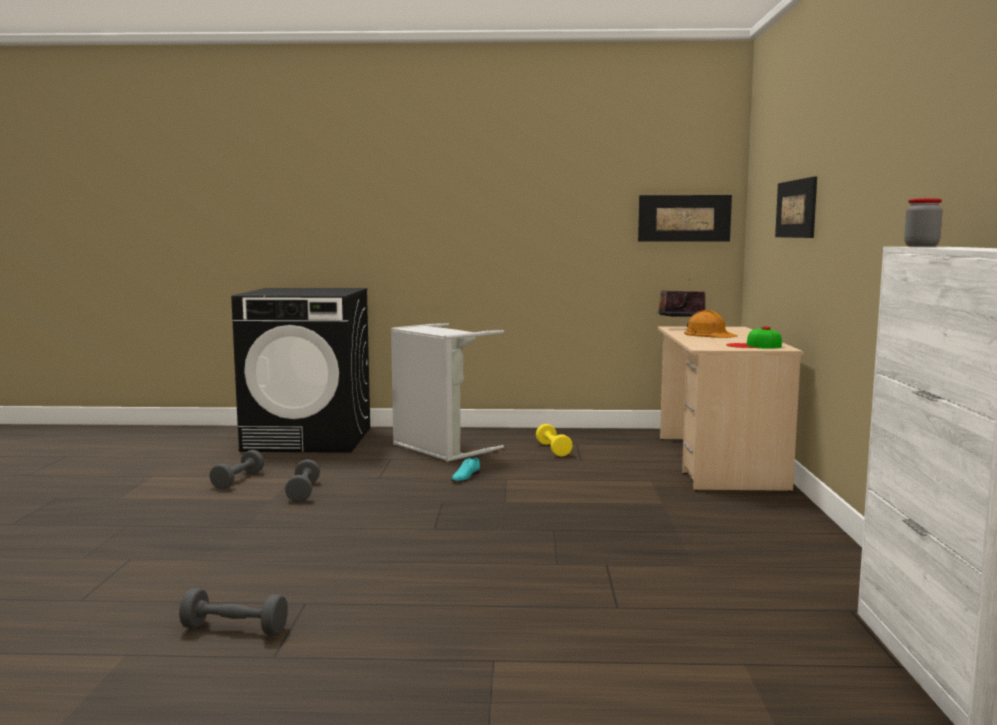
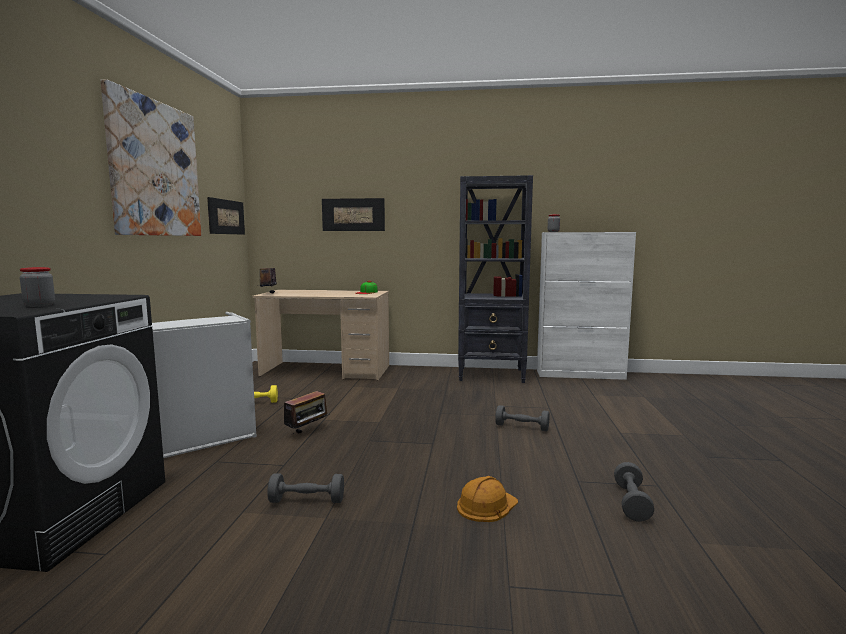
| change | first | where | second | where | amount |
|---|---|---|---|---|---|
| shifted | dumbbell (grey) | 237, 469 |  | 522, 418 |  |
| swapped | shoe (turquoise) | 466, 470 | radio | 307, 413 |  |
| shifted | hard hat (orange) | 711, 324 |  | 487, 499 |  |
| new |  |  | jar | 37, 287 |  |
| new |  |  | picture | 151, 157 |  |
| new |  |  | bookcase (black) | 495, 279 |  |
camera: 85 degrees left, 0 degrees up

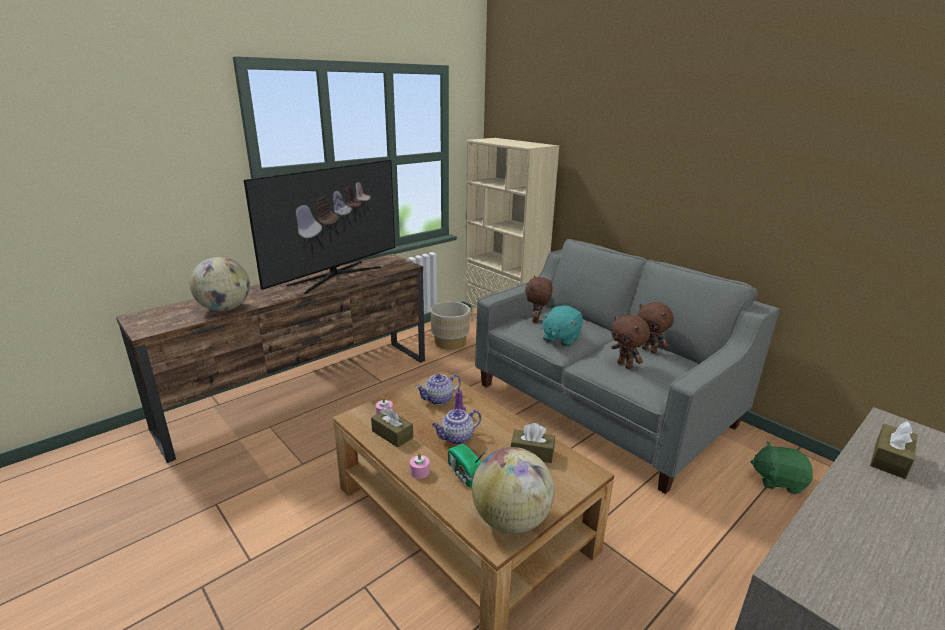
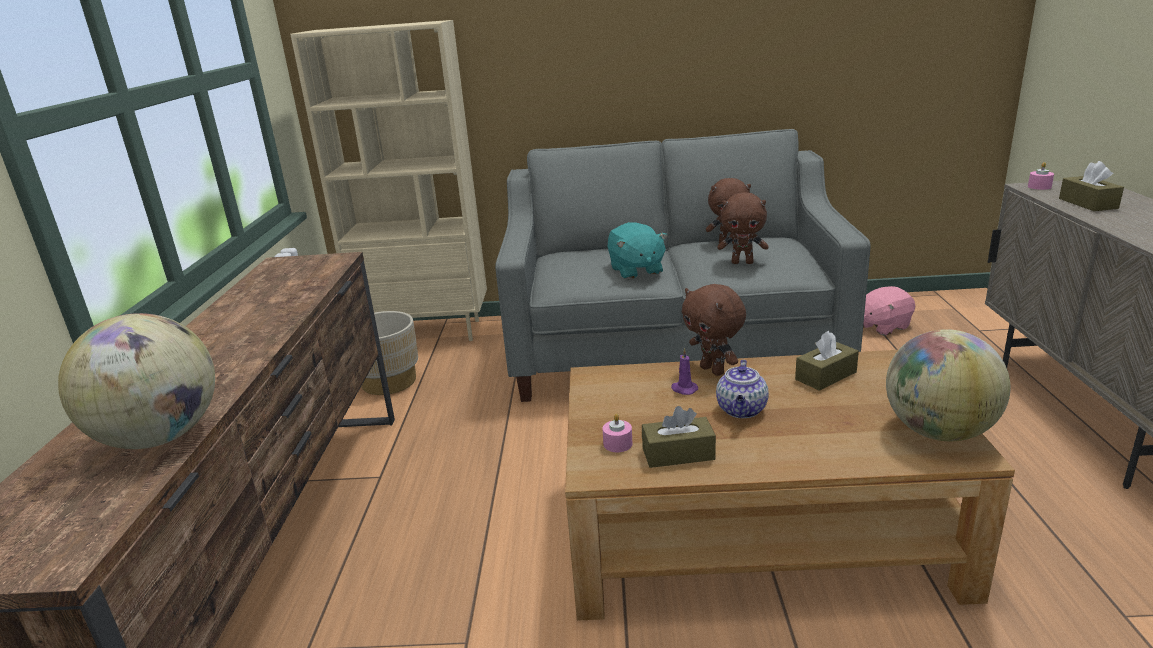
| change | first | where | second | where | amount |
|---|---|---|---|---|---|
| gone | television | 319, 227 |  |  |  |
| shifted | candle (pink) | 420, 466 |  | 1041, 176 |  |
| gone | teapot | 438, 389 |  |  |  |
| gone | radio | 467, 466 |  |  |  |
| shifted | plush toy (brown) | 539, 299 |  | 714, 330 |  |
| repainted | plush toy (green) | 781, 467 | plush toy (pink) | 889, 310 |  |
camera: 45 degrees left, 0 degrees up

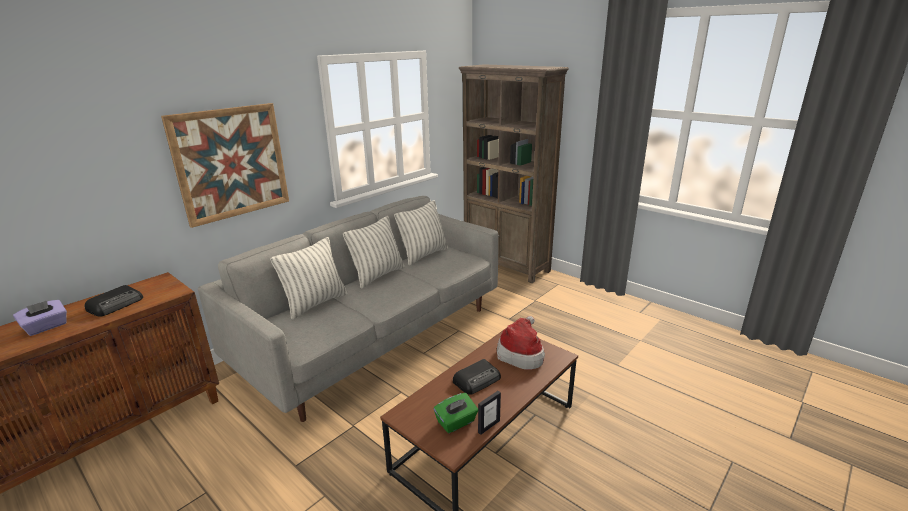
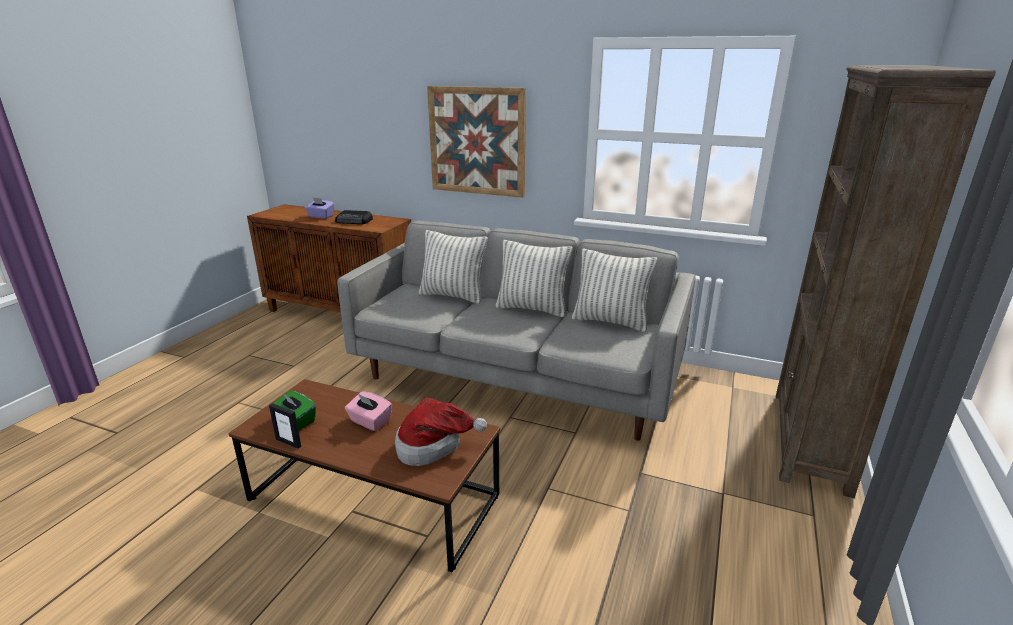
| change | first | where | second | where | amount |
|---|---|---|---|---|---|
| swapped | radio | 477, 377 | tissue box (pink) | 368, 411 |  |
camera: 70 degrees right, 0 degrees up

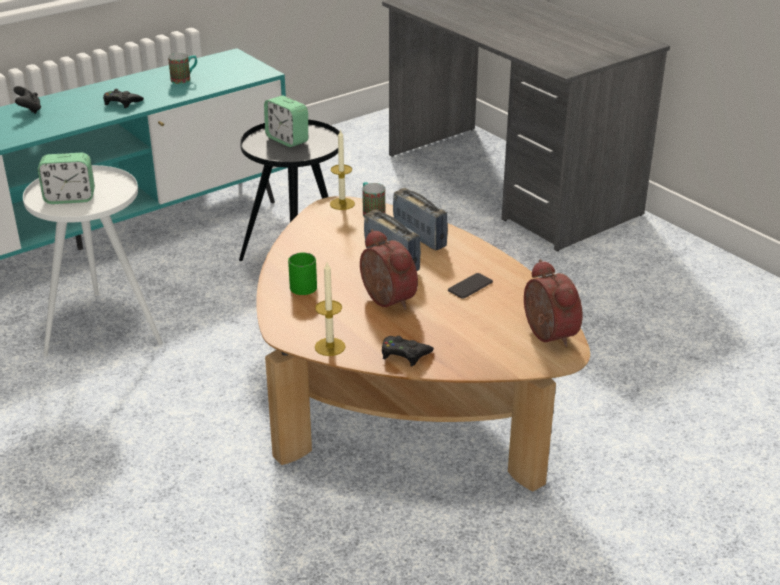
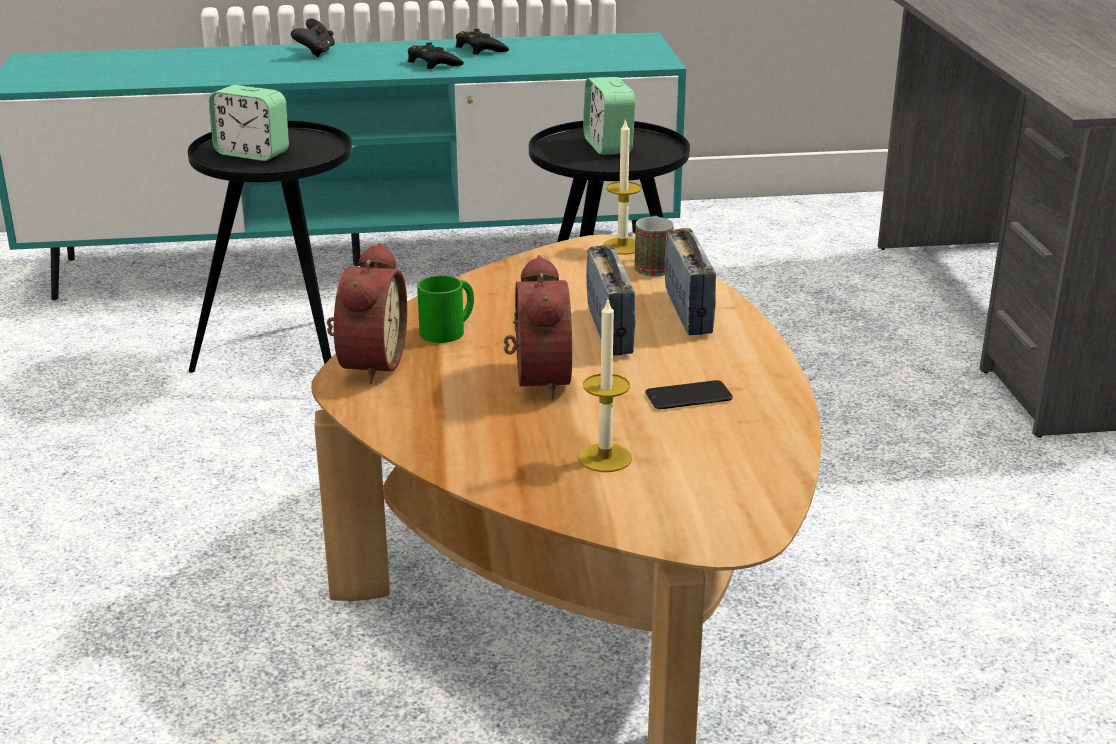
| change | first | where | second | where | amount |
|---|---|---|---|---|---|
| repainted | side table (white) | 93, 260 | side table (black) | 270, 246 |  |
| gone | mug | 182, 68 |  |  |  |
| shifted | candle | 330, 309 |  | 605, 386 |  |
| shifted | game controller (black) | 408, 351 |  | 482, 42 |  |
| shifted | alarm clock | 553, 303 |  | 367, 313 |  |
camera: 30 degrees right, 5 degrees down

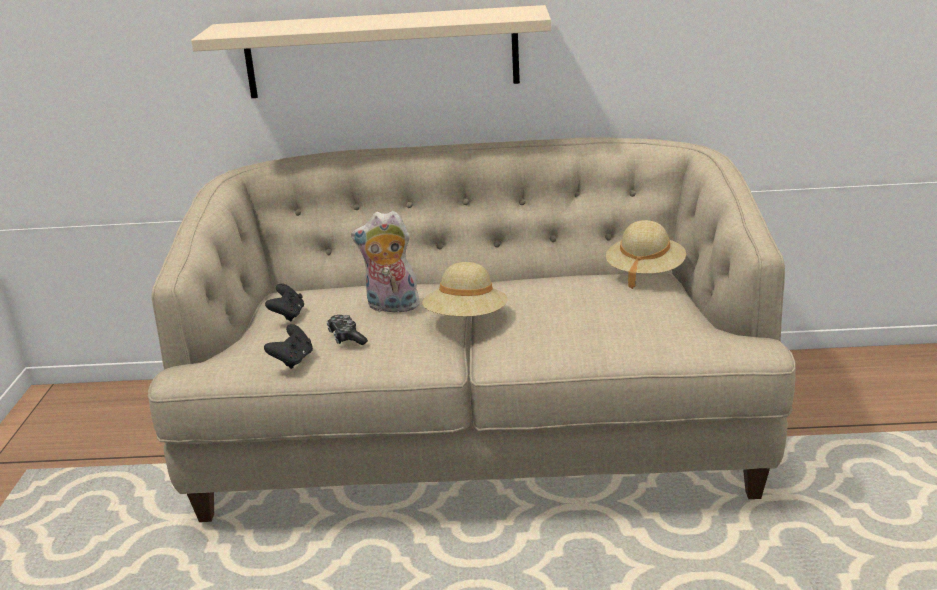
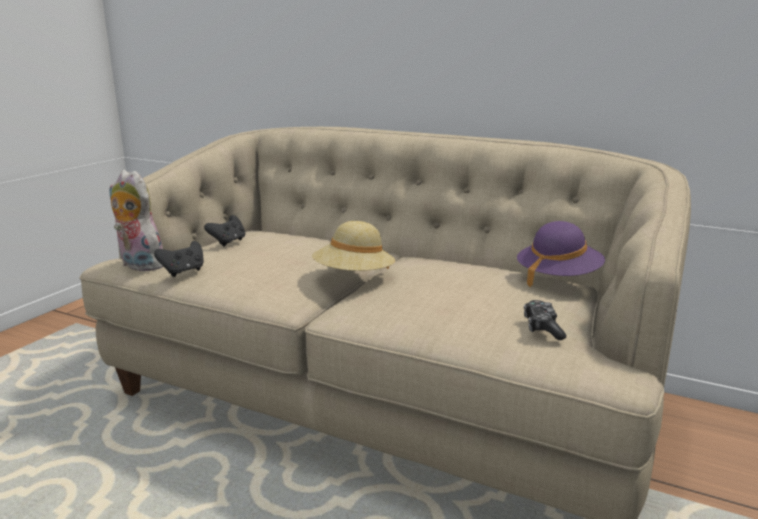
| change | first | where | second | where | amount |
|---|---|---|---|---|---|
| gone | shelf (beige) | 371, 51 |  |  |  |
| shifted | game controller | 347, 330 |  | 545, 320 |  |
| shifted | plush toy | 386, 263 |  | 137, 220 |  |
| repainted | hat (beige) | 646, 254 | hat (purple) | 561, 254 |  |
camera: 25 degrees right, 5 degrees down

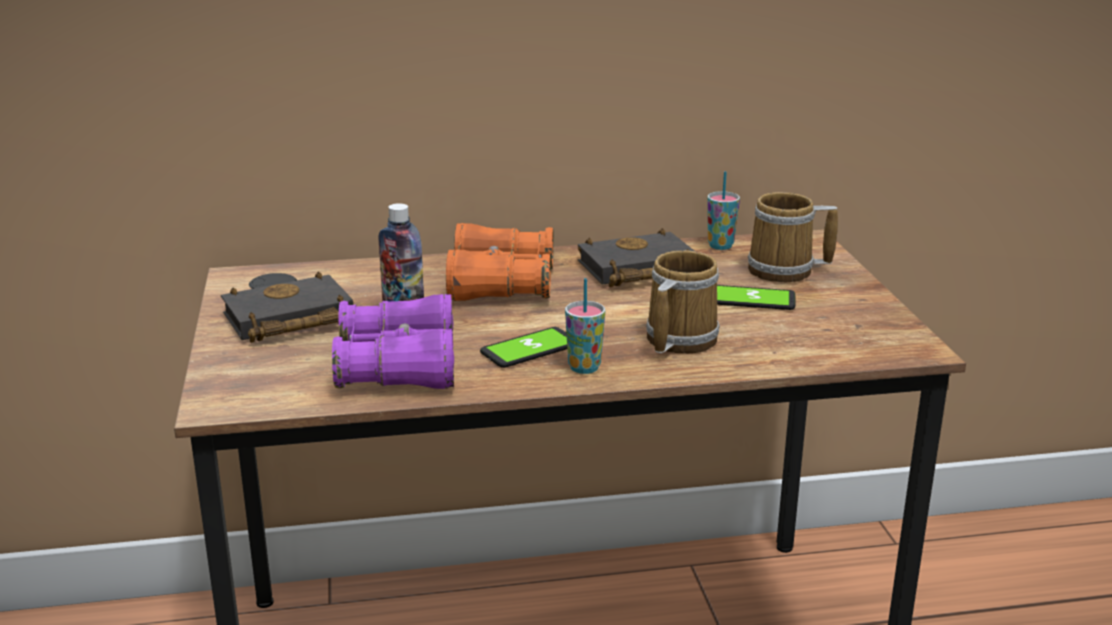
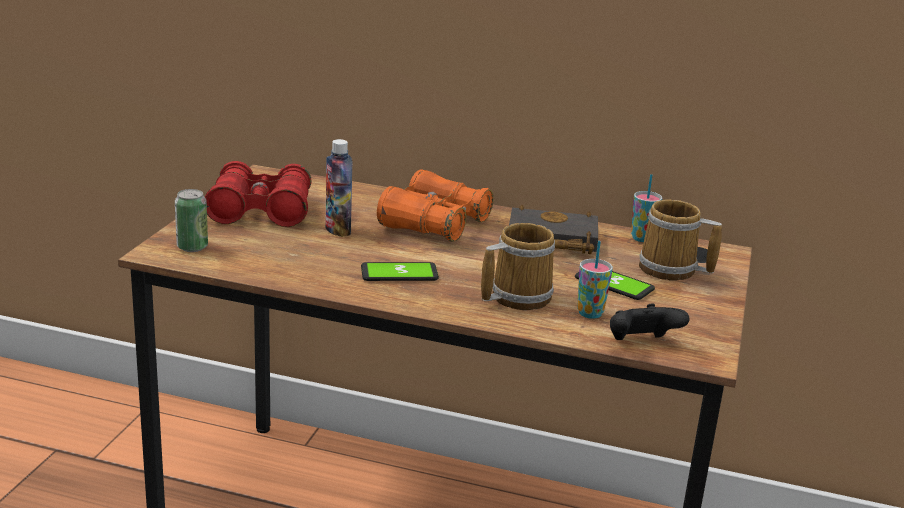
| change | first | where | second | where | amount |
|---|---|---|---|---|---|
| swapped | book (black) | 287, 307 | binoculars (red) | 258, 194 |  |
| gone | binoculars (purple) | 393, 341 |  |  |  |
| shifted | cup | 585, 326 |  | 595, 280 |  |
| new |  |  | can | 191, 220 |  |
| new |  |  | game controller (black) | 650, 322 |  |
camera: 25 degrees right, 0 degrees up

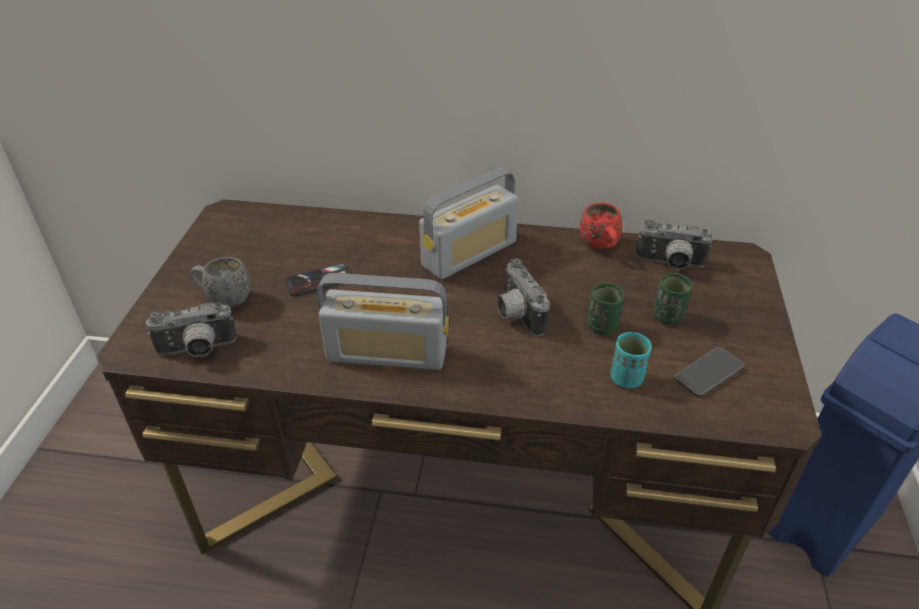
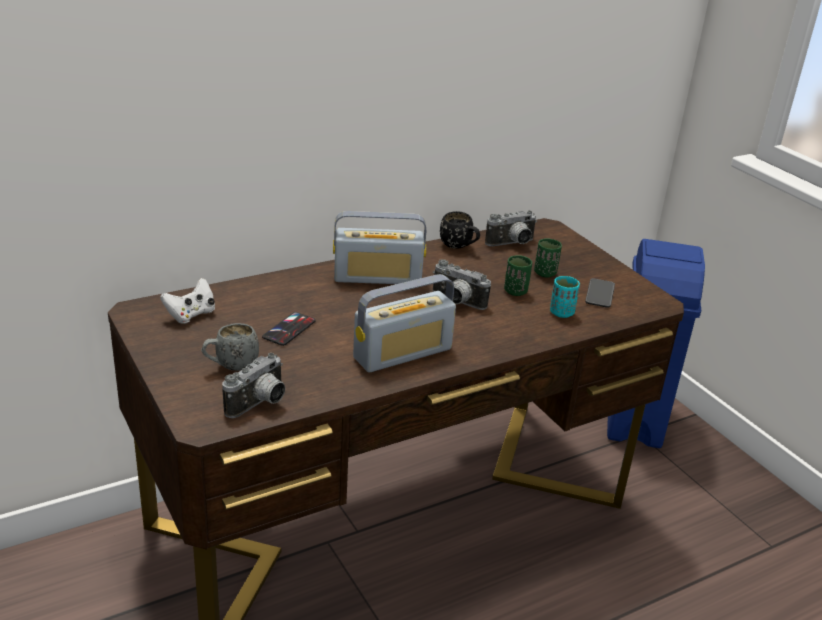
| change | first | where | second | where | amount |
|---|---|---|---|---|---|
| rotated | radio | 469, 223 |  | 379, 247 | 75 degrees clockwise |
| repainted | mug (red) | 601, 226 | mug (black) | 460, 230 |  |
| new |  |  | game controller (white) | 187, 301 |  |
camera: 40 degrees left, 10 degrees down

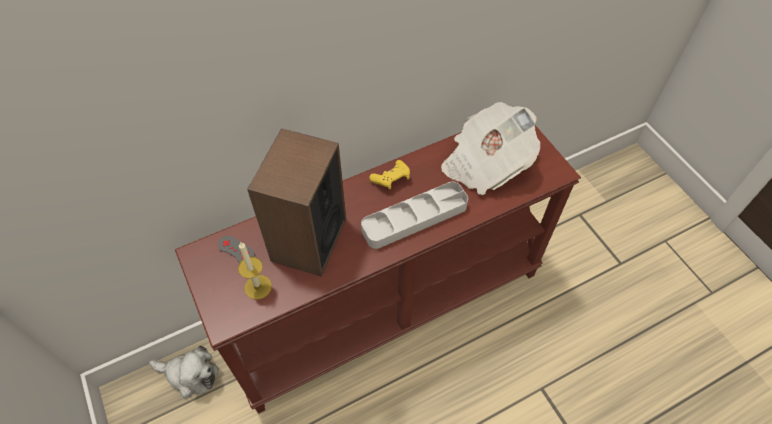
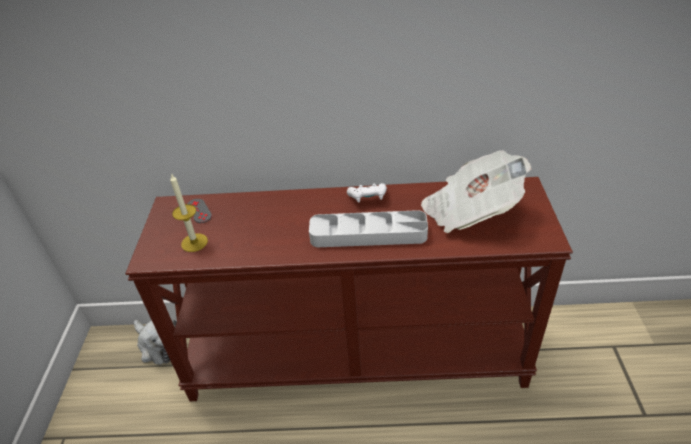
| change | first | where | second | where | amount |
|---|---|---|---|---|---|
| gone | speaker | 296, 202 |  |  |  |
| repainted | game controller (yellow) | 389, 174 | game controller (white) | 367, 193 |  |
camera: 30 degrees right, 15 degrees down

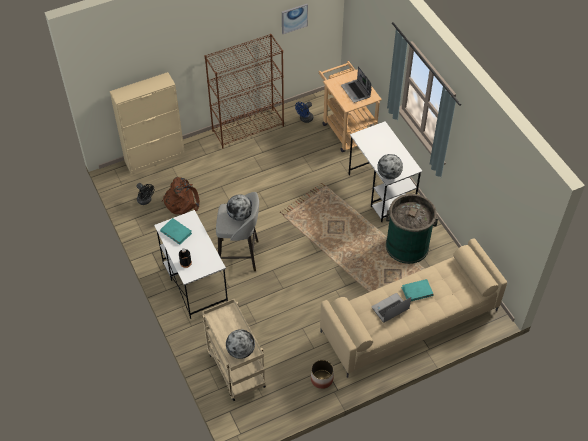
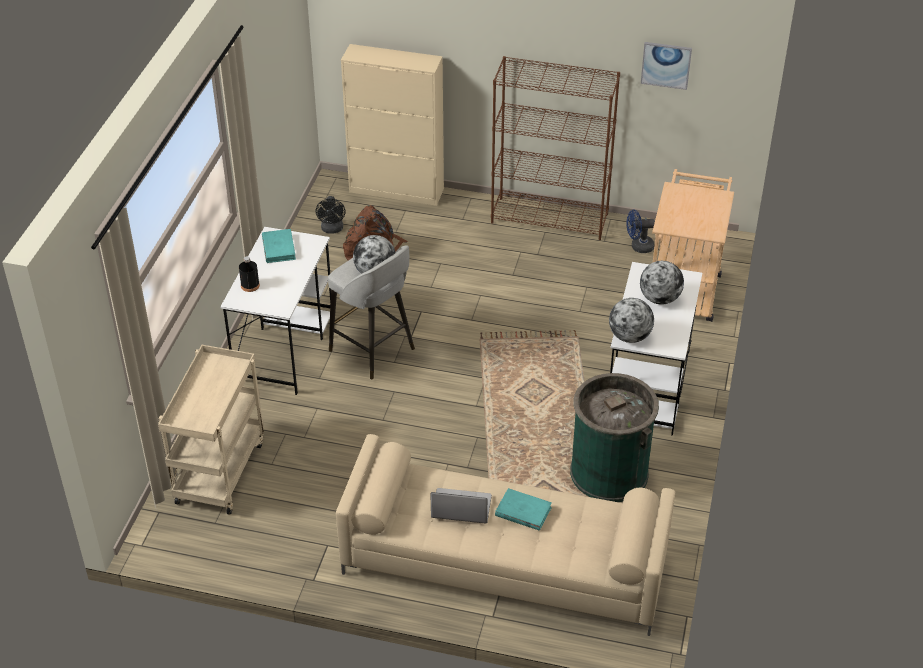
| change | first | where | second | where | amount |
|---|---|---|---|---|---|
| shifted | globe | 240, 344 |  | 662, 283 |  |
| gone | planter | 322, 374 |  |  |  |
| gone | laptop | 356, 84 |  |  |  |
camera: 40 degrees right, 10 degrees down

